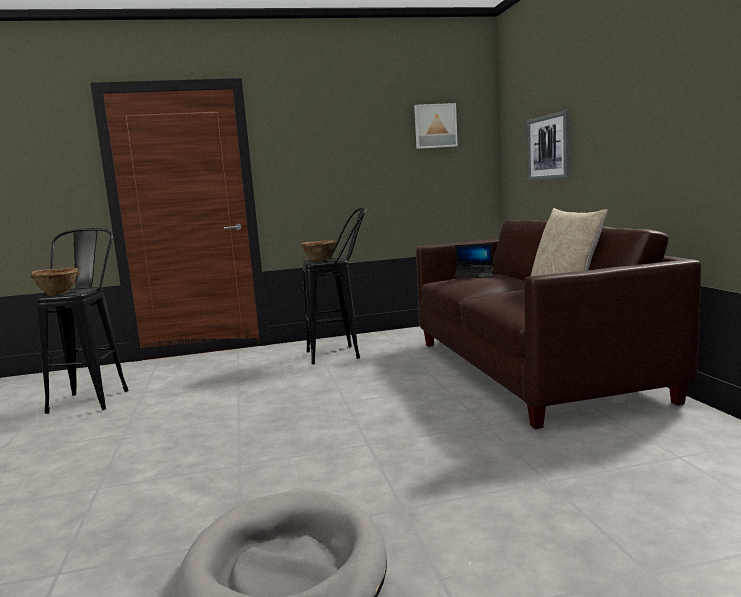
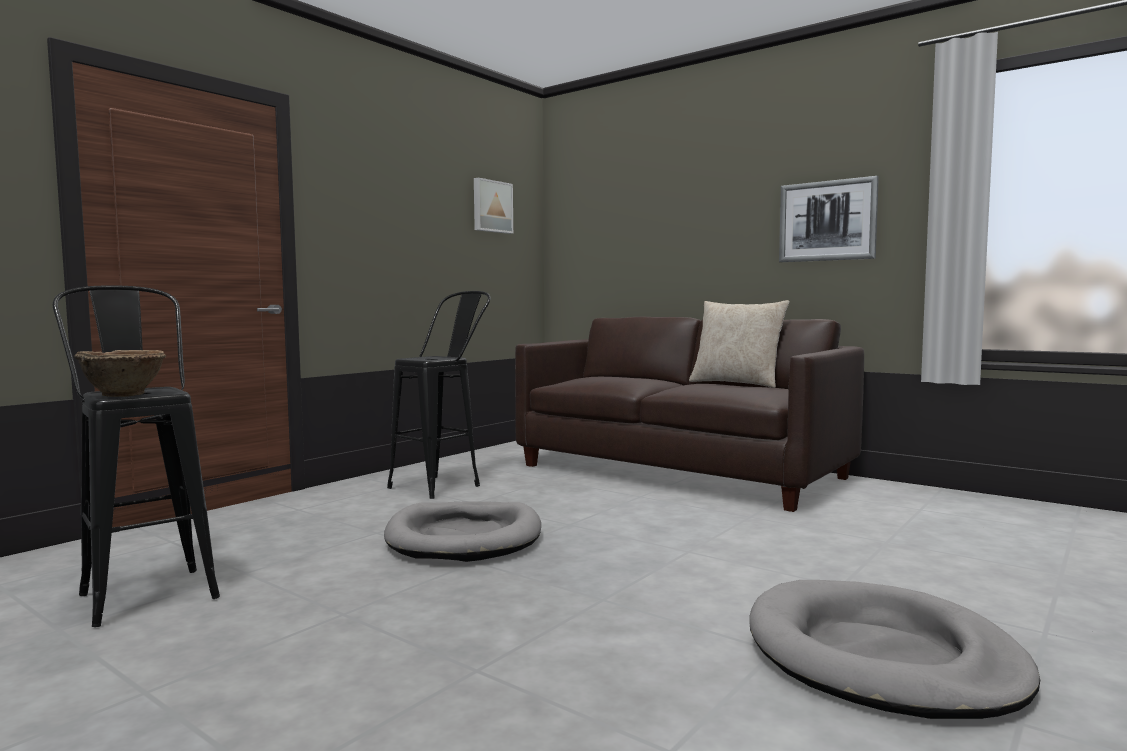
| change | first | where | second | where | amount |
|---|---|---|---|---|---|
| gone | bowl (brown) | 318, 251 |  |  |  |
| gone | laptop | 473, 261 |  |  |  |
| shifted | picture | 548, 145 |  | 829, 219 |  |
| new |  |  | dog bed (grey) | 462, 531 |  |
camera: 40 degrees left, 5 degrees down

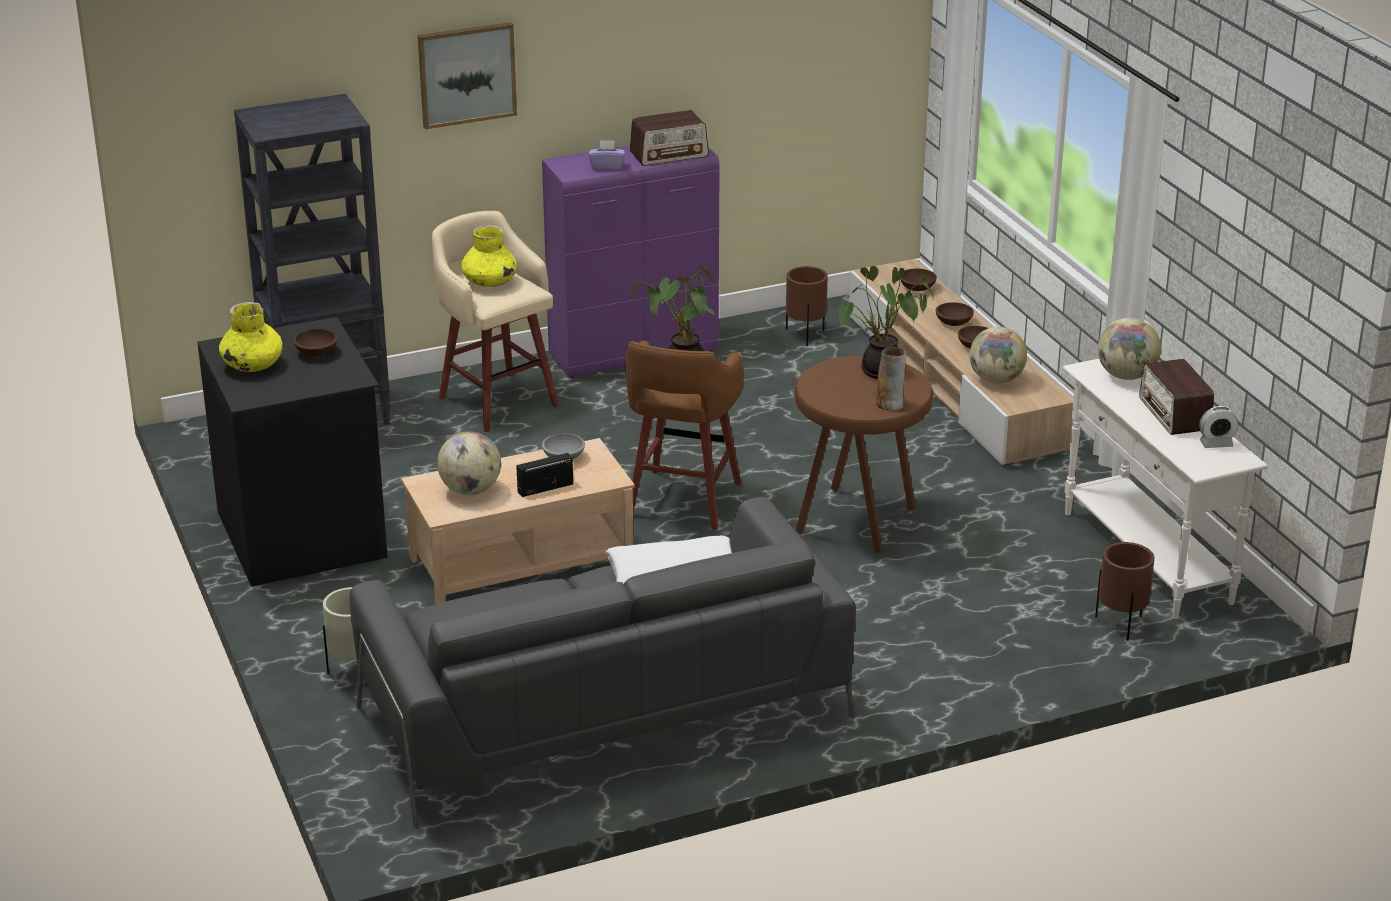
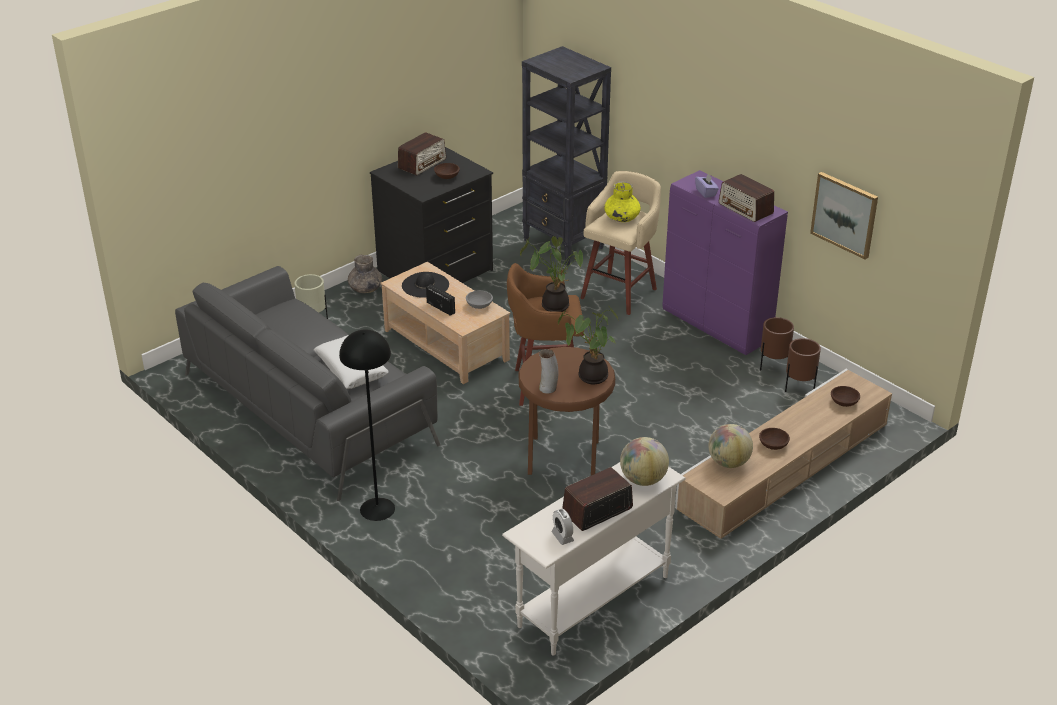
| change | first | where | second | where | amount |
|---|---|---|---|---|---|
| swapped | vase (yellow) | 251, 337 | radio | 422, 154 |  |
| shifted | picture | 467, 75 |  | 844, 215 |  |
| swapped | globe | 469, 463 | hat (black) | 425, 285 |  |
| gone | bowl (brown) | 955, 314 |  |  |  |
| shifted | planter (brown) | 1125, 591 |  | 777, 344 |  |
| new |  |  | floor lamp (black) | 367, 425 |  |
| new |  |  | vase (grey) | 365, 274 |  |
camera: 70 degrees right, 5 degrees up

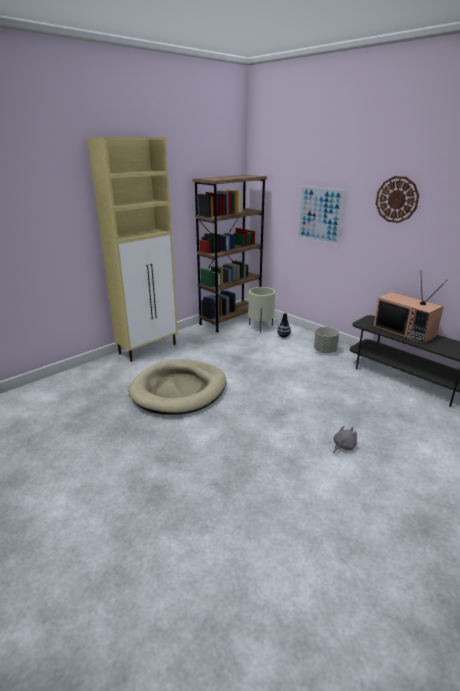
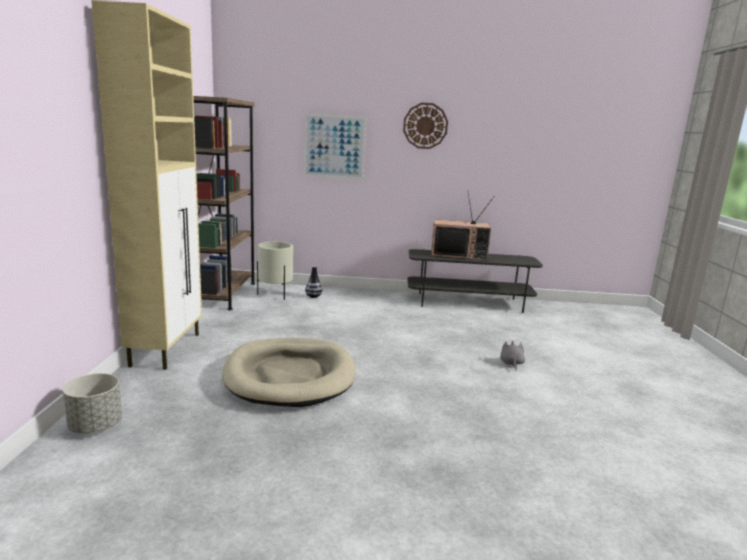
| change | first | where | second | where | amount |
|---|---|---|---|---|---|
| shifted | planter (grey) | 326, 340 |  | 92, 403 |  |
camera: 45 degrees left, 10 degrees down

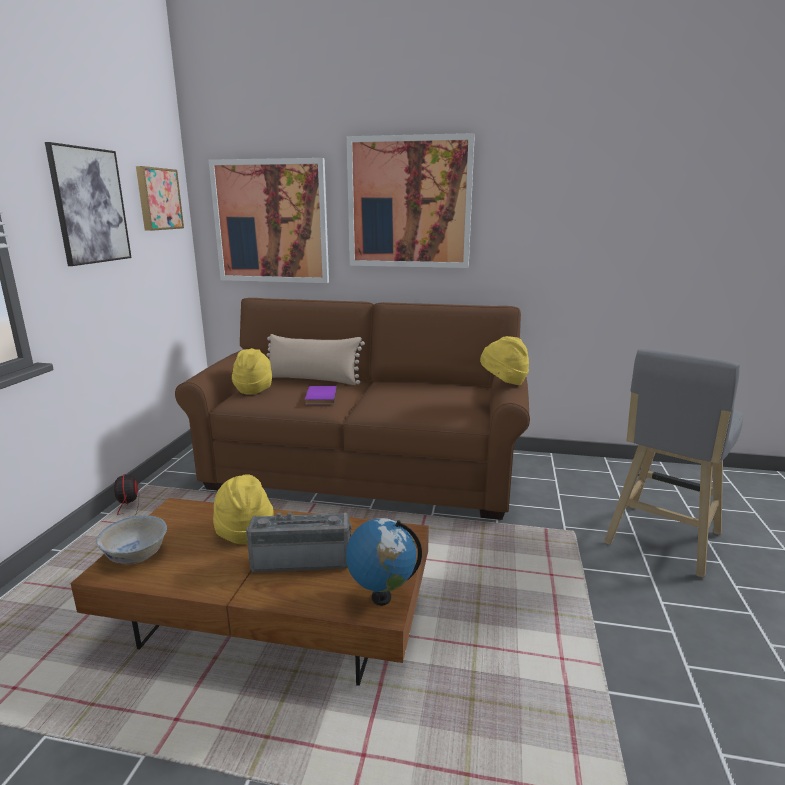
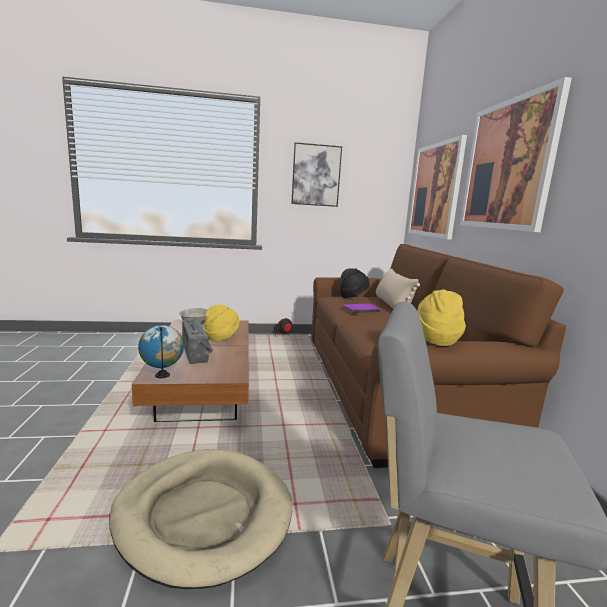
| change | first | where | second | where | amount |
|---|---|---|---|---|---|
| gone | picture | 160, 198 |  |  |  |
| repainted | hat (yellow) | 252, 371 | hat (black) | 354, 283 |  |
| new |  |  | dog bed (beige) | 201, 519 |  |
camera: 70 degrees right, 5 degrees down

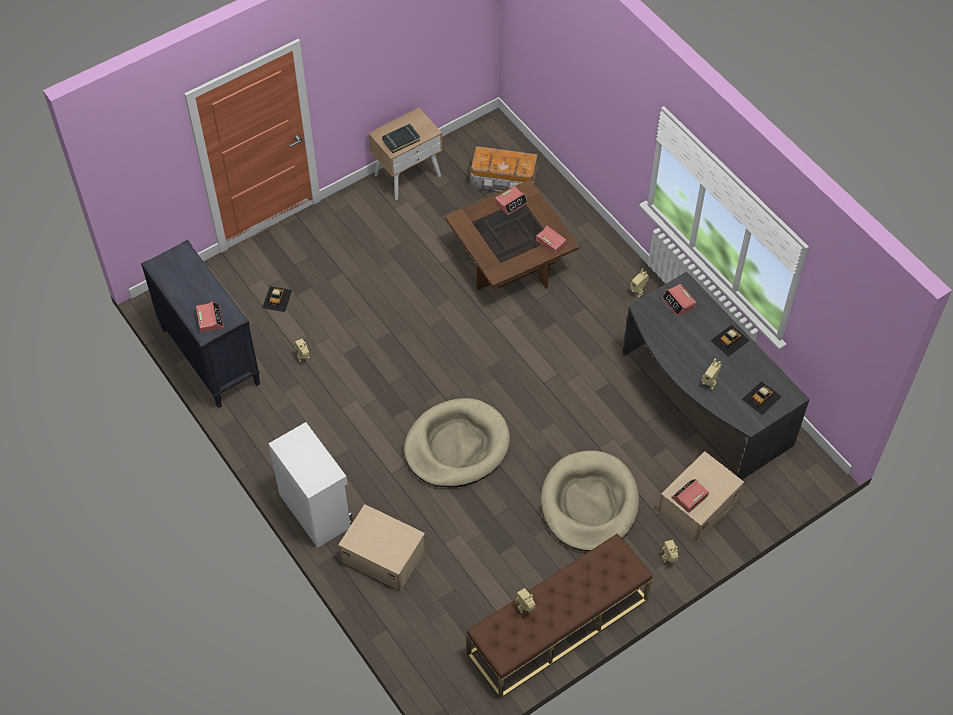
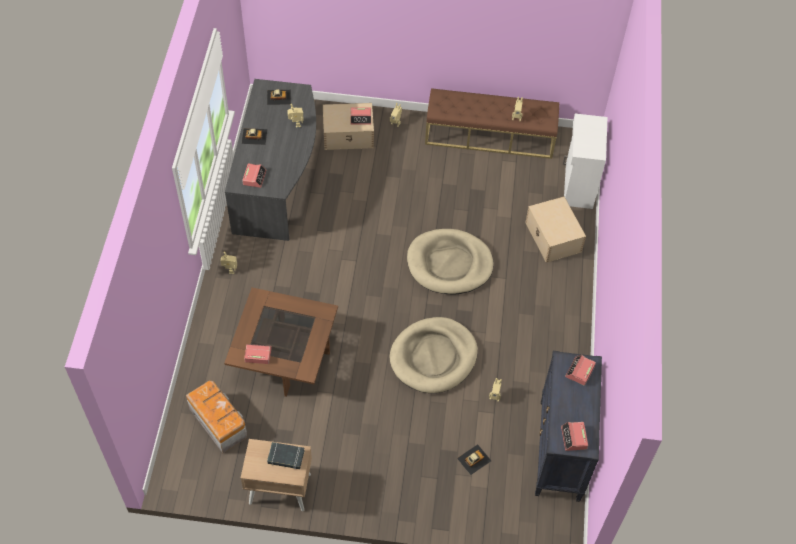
| change | first | where | second | where | amount |
|---|---|---|---|---|---|
| shifted | cabinet (white) | 310, 485 |  | 585, 161 |  |
| shifted | alarm clock | 552, 240 |  | 574, 436 |  |
| shifted | dog bed (beige) | 590, 501 |  | 433, 355 |  |
camera: 140 degrees left, 0 degrees up

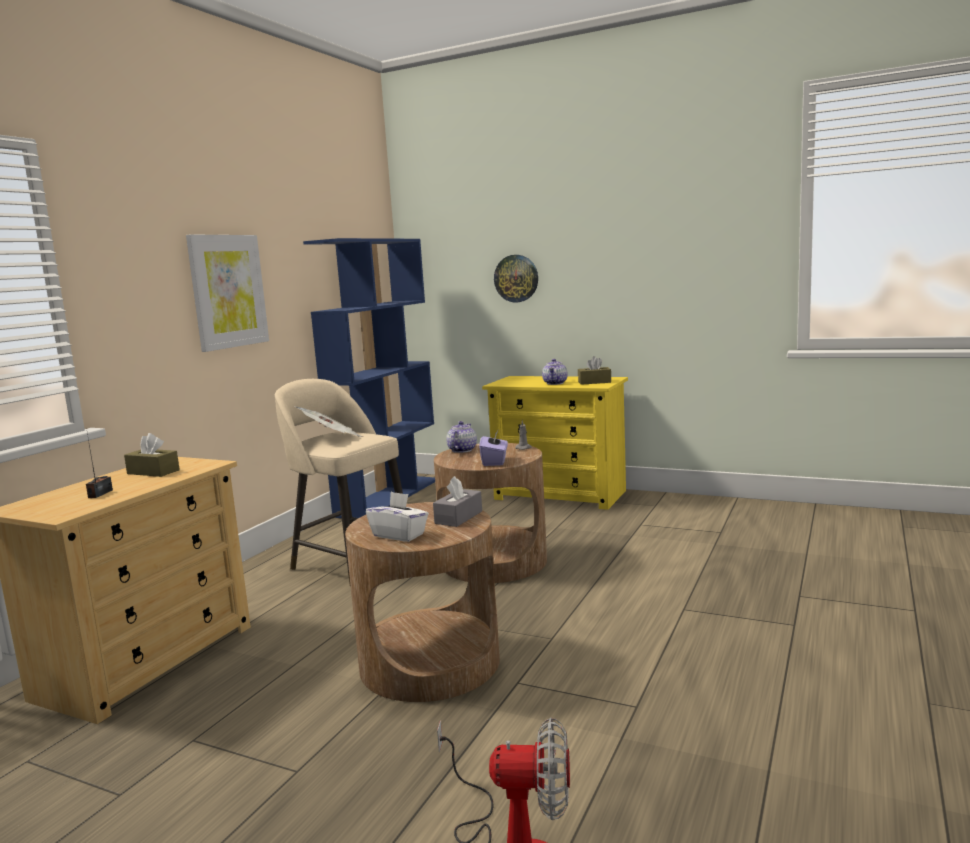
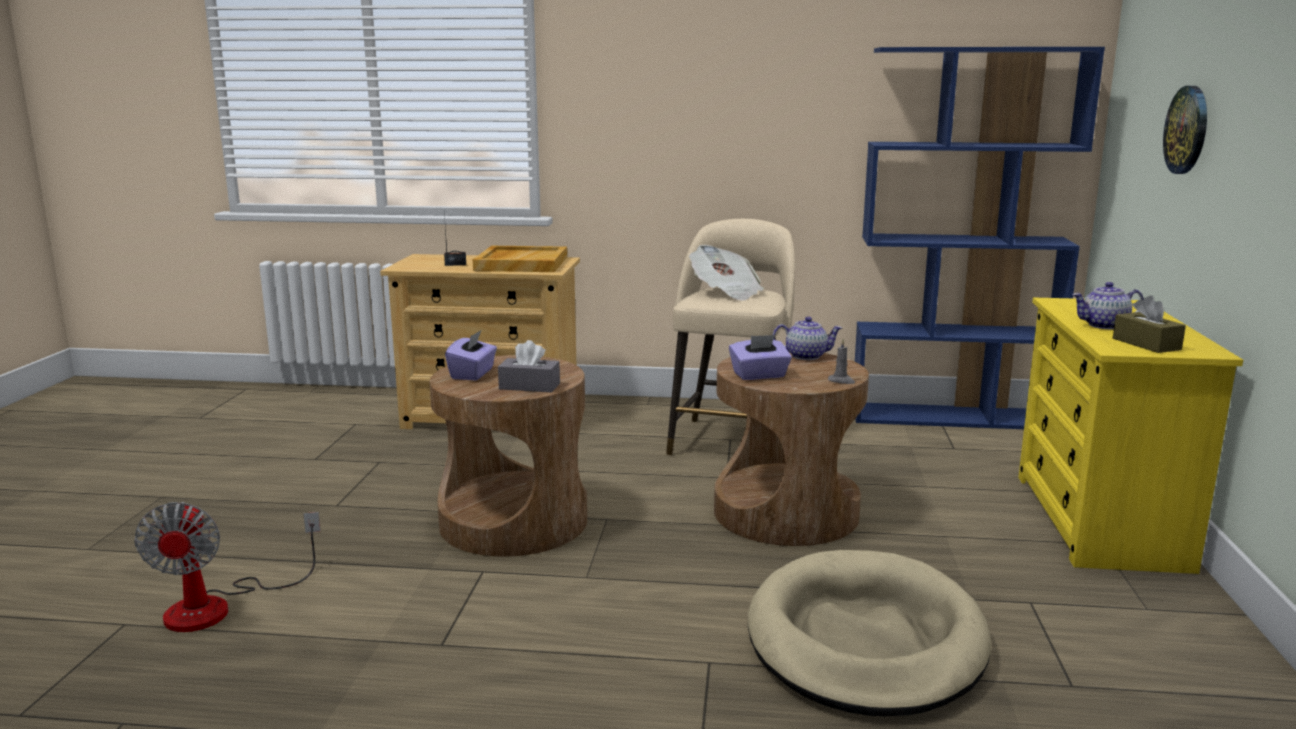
| change | first | where | second | where | amount |
|---|---|---|---|---|---|
| swapped | tissue box (brown) | 152, 455 | tray (beige) | 520, 259 |  |
| gone | picture | 227, 293 |  |  |  |
| repainted | tissue box (white) | 397, 517 | tissue box (purple) | 471, 355 |  |
| new |  |  | dog bed (beige) | 869, 633 |  |
camera: 70 degrees right, 5 degrees up

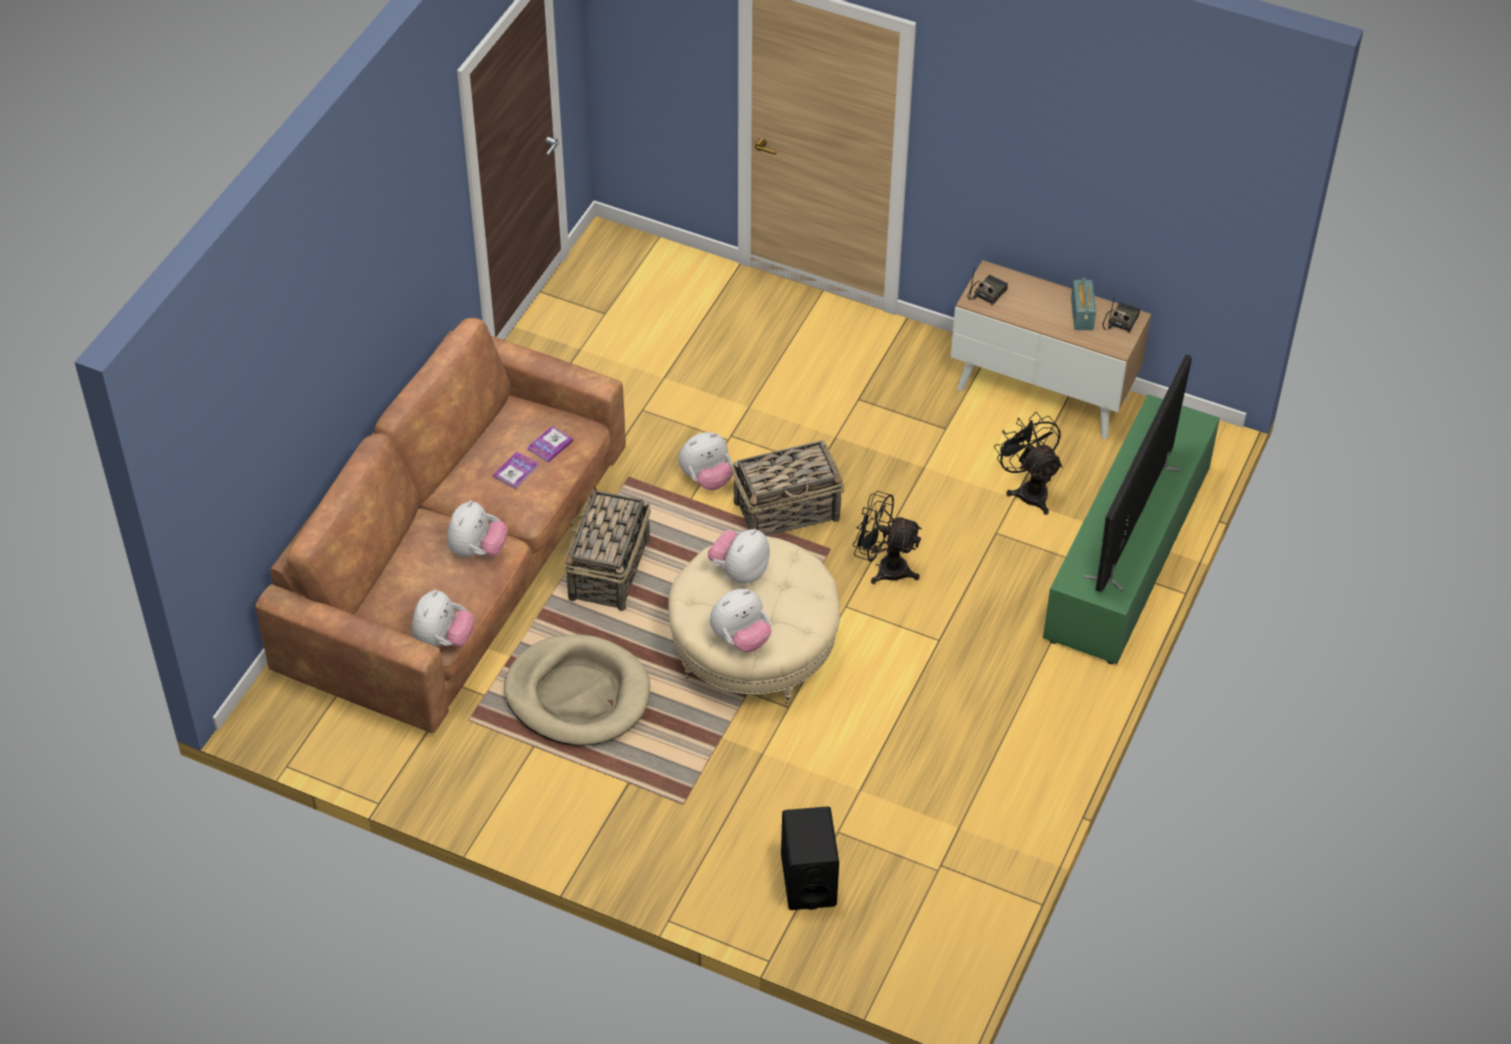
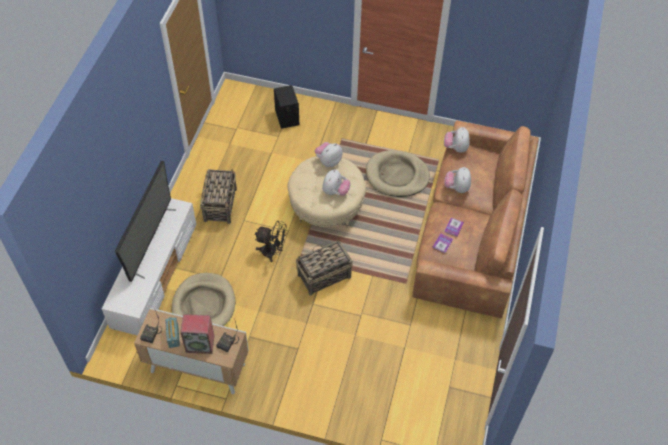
| change | first | where | second | where | amount |
|---|---|---|---|---|---|
| shifted | basket | 607, 548 |  | 218, 196 |  |
| gone | plush toy | 706, 461 |  |  |  |
| swapped | fan (black) | 1028, 463 | dog bed (beige) | 203, 299 |  |
| repainted | tv stand (green) | 1131, 529 | tv stand (white) | 149, 266 |  |
| new |  |  | speaker | 197, 334 |  |
camera: 170 degrees right, 5 degrees up

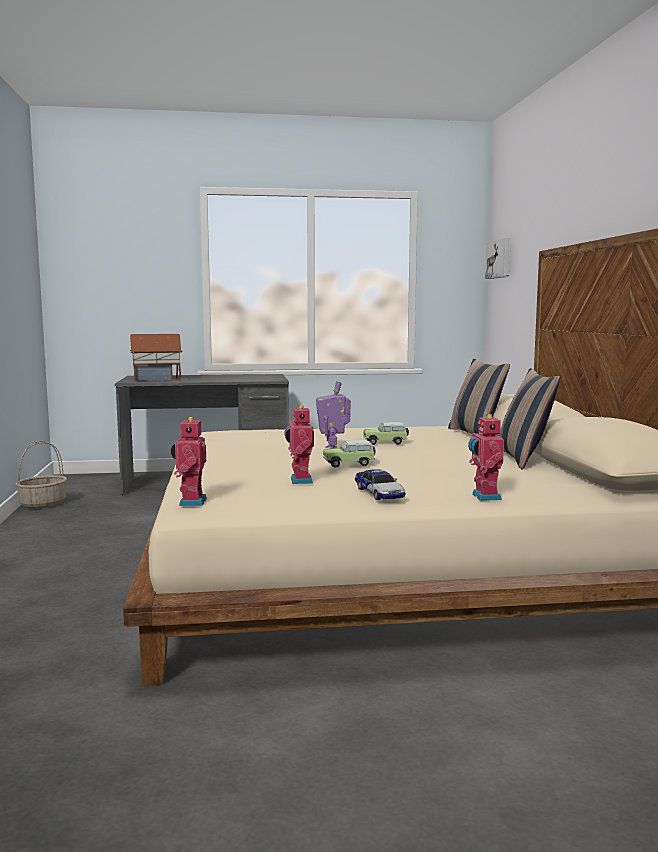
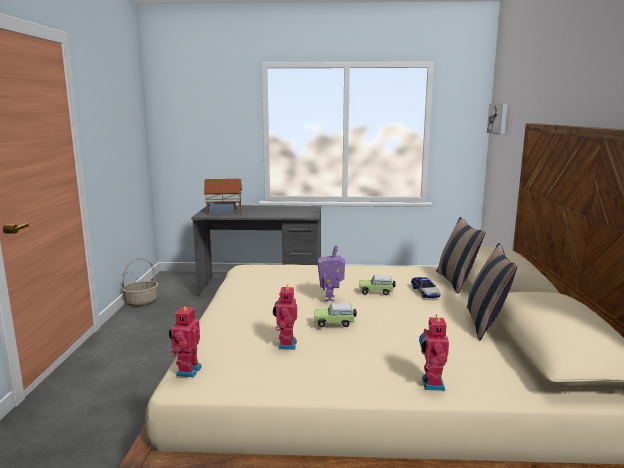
| change | first | where | second | where | amount |
|---|---|---|---|---|---|
| shifted | toy car | 380, 485 |  | 425, 287 |  |
camera: 10 degrees right, 5 degrees up

